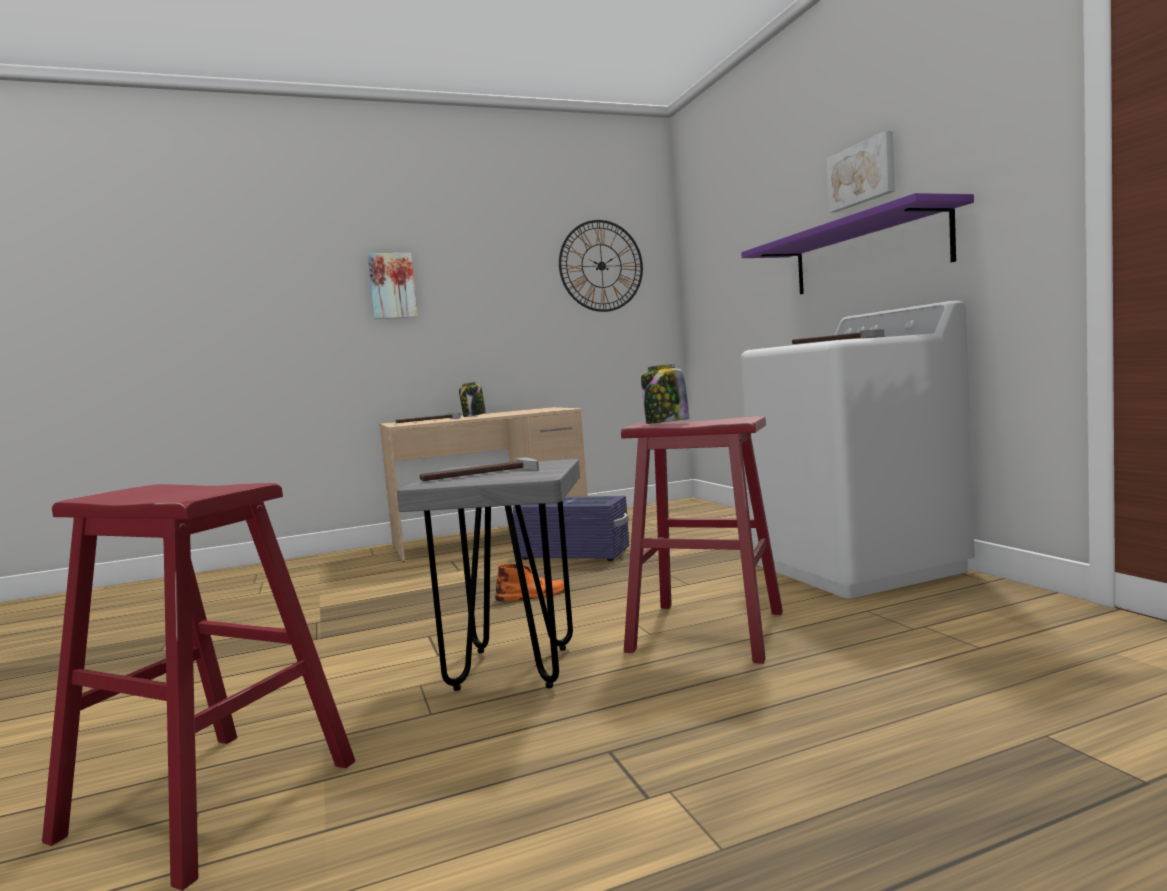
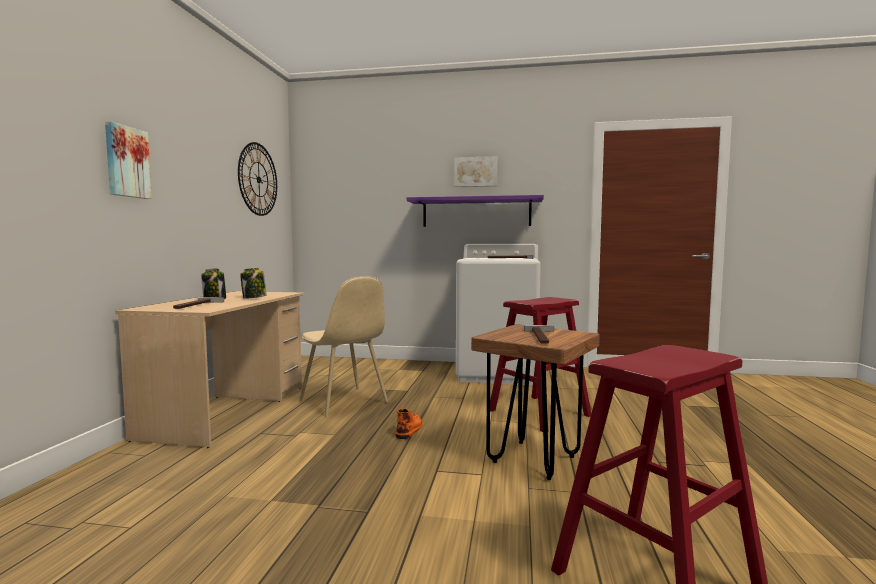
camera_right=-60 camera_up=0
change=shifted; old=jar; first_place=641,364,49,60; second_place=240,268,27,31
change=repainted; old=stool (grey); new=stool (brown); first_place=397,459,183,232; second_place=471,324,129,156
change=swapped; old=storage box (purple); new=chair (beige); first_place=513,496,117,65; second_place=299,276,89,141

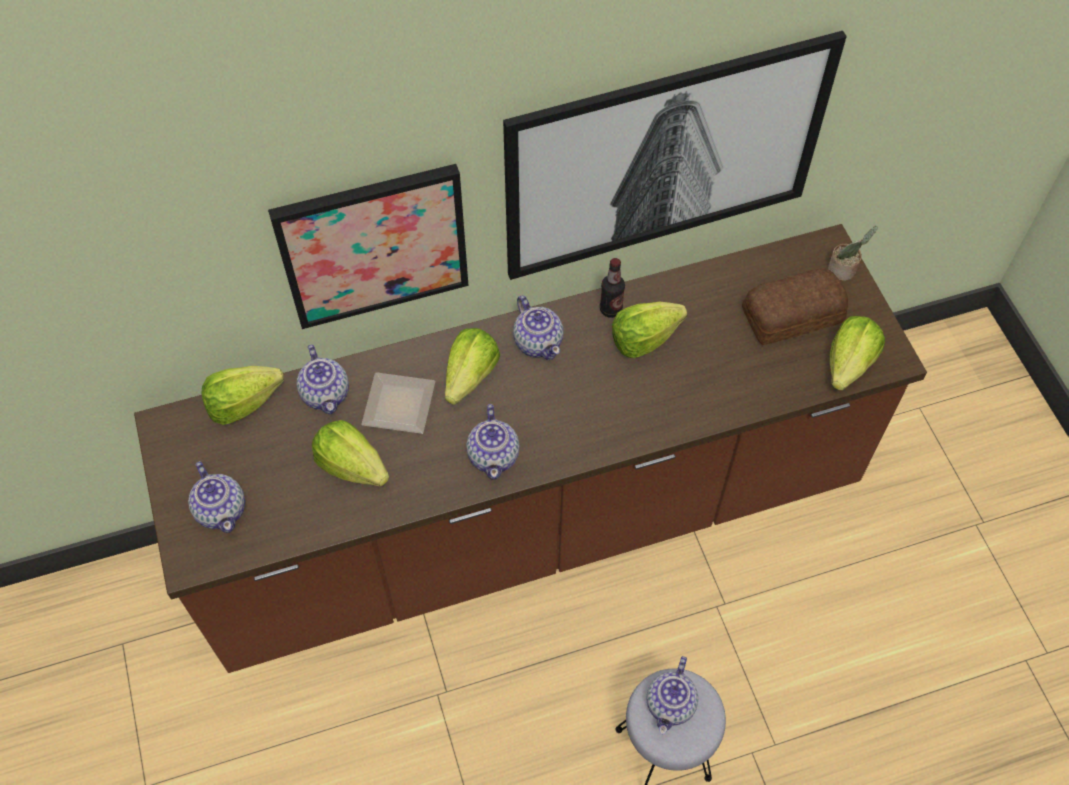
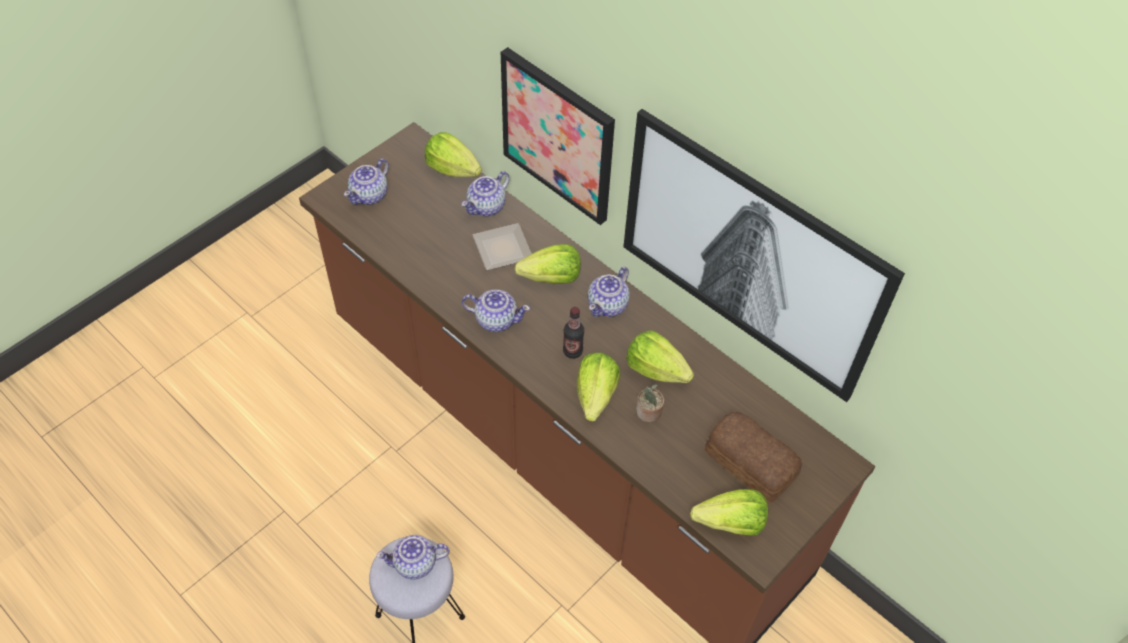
camera_right=60 camera_up=-5
change=shifted; old=potted plant; first_place=828,226,49,55; second_place=636,385,28,37
change=shifted; old=bottle; first_place=600,258,25,60; second_place=563,307,21,52
change=rotated; old=teapot; first_place=466,404,54,76; second_place=462,289,68,43; degrees=-135
change=shifted; old=lettuce; first_place=312,420,77,66; second_place=577,353,43,69

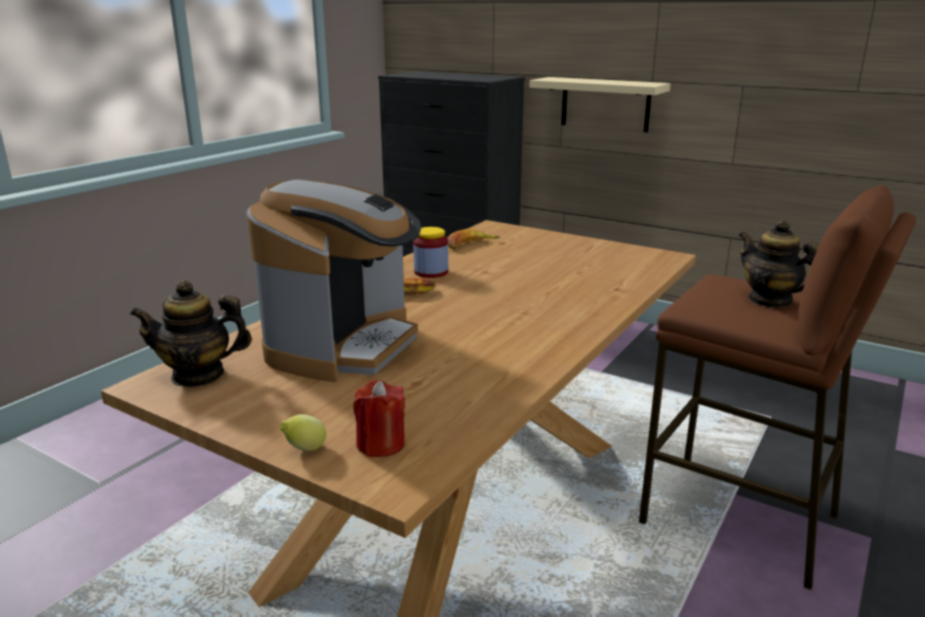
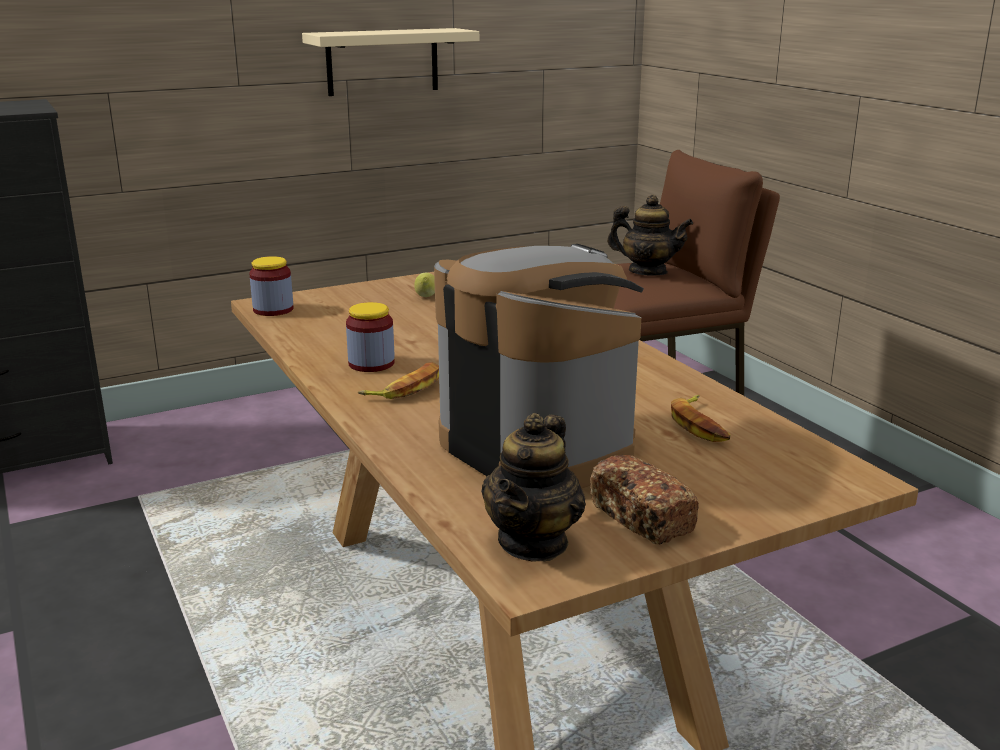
camera_right=-60 camera_up=0
change=shifted; old=shelf (beige); first_place=530,77,141,55; second_place=302,28,177,68
change=rotated; old=teapot; first_place=738,220,81,88; second_place=607,195,86,81; degrees=-150
change=shifted; old=banana; first_place=448,229,52,20; second_place=671,395,59,47
change=gone; old=candle (red); first_place=353,380,52,77
change=shifted; old=lemon; first_place=280,414,46,37; second_place=414,273,21,24
change=new; new=jar; second_place=249,256,45,60
change=new; new=bread; second_place=590,455,109,89

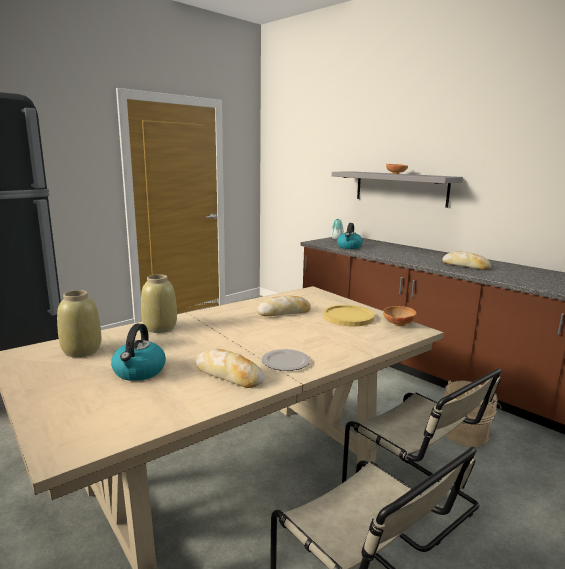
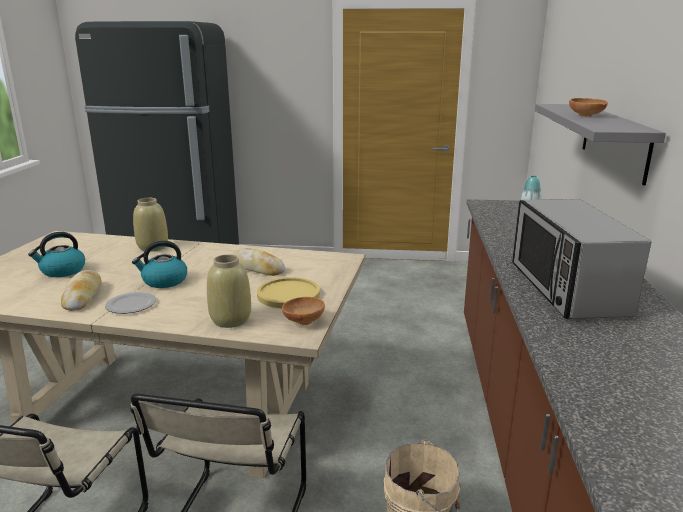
camera_right=50 camera_up=5
change=shifted; old=kettle; first_place=337,223,26,26; second_place=132,241,55,47
change=swapped; old=bread; new=microwave; first_place=442,252,49,18; second_place=512,199,139,120
change=shifted; old=vase (beige); first_place=57,290,44,67; second_place=207,254,44,74

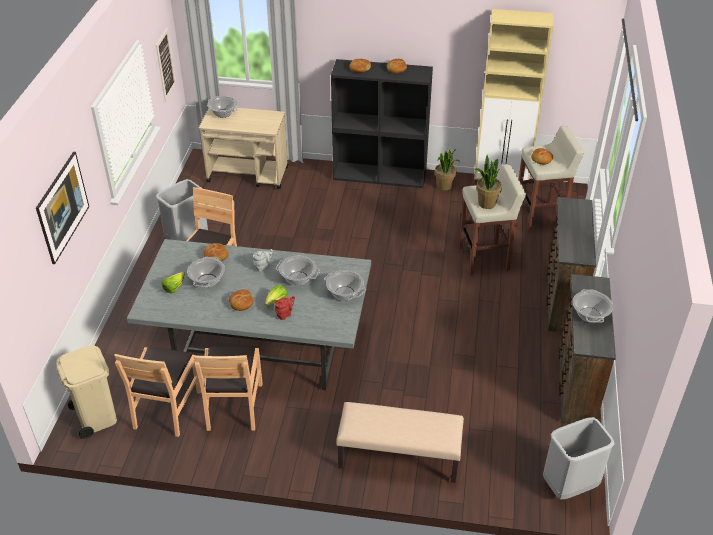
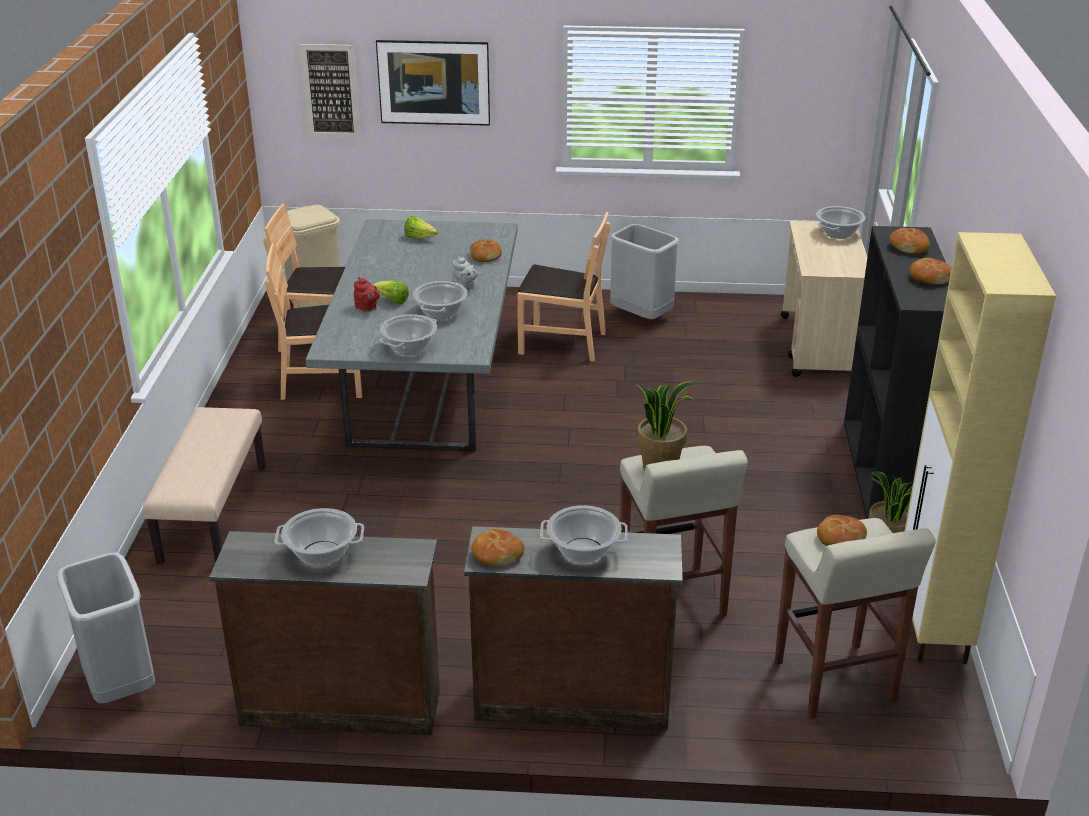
camera_right=85 camera_up=-10
change=shifted; old=picture; first_place=156,28,20,73; second_place=300,44,60,94
change=shifted; old=cooking pot; first_place=187,257,38,31; second_place=540,505,88,58
change=shifted; old=bread; first_place=229,289,25,22; second_place=472,529,52,37

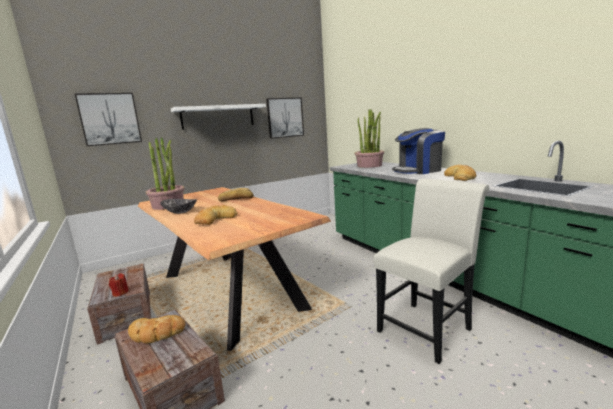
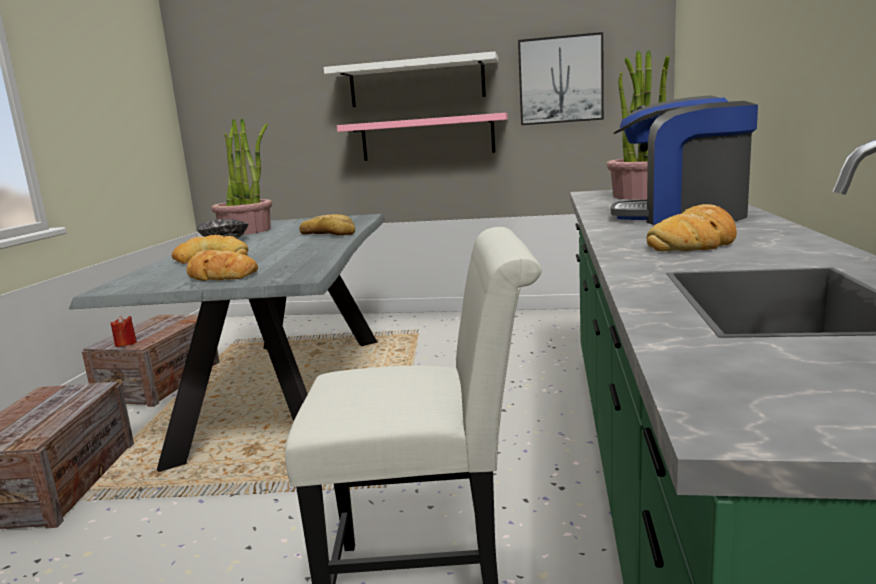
camera_right=40 camera_up=0
change=gone; old=picture; first_place=75,93,67,53
change=repainted; old=dining table (brown); new=dining table (grey); first_place=138,187,193,164; second_place=69,214,316,258
change=shifted; old=bread; first_place=128,315,57,28; second_place=187,250,71,31
change=new; new=shelf (pink); second_place=337,113,171,48

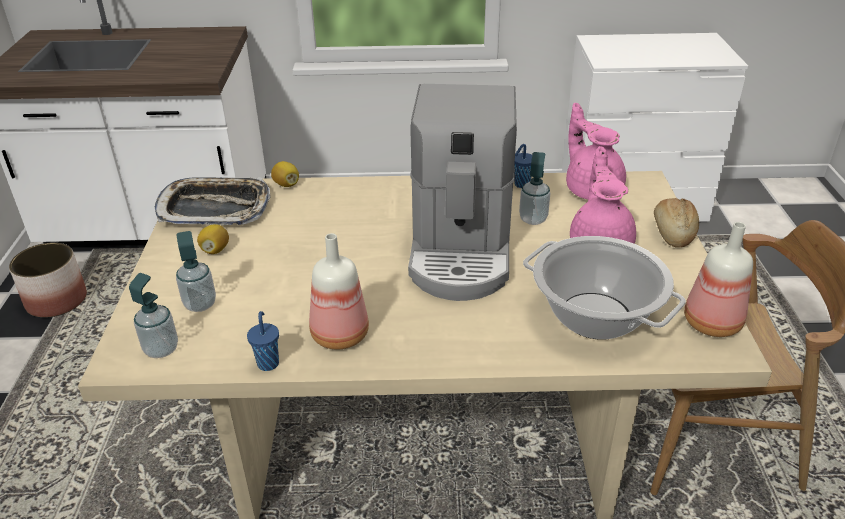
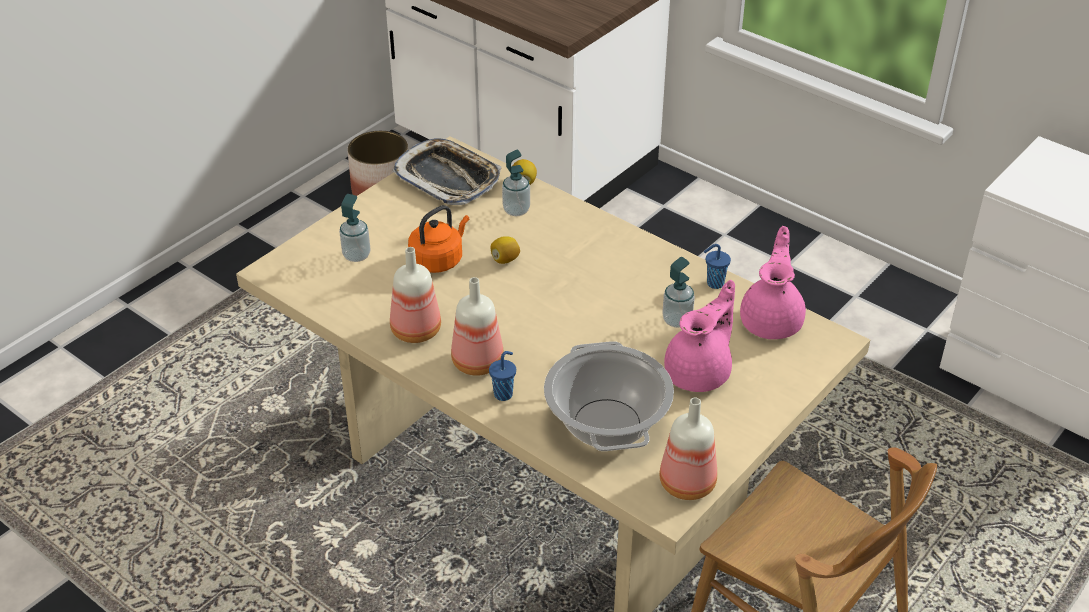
camera_right=40 camera_up=5
change=gone; old=coffee machine; first_place=408,84,109,217
change=gone; old=bread; first_place=654,198,45,50
change=shifted; old=lemon; first_place=197,224,32,30; second_place=490,236,30,28
change=shifted; old=soap dispenser; first_place=129,273,49,85; second_place=502,149,28,67
change=shifted; old=cup (blue); first_place=247,311,32,60; second_place=489,351,27,50
change=new; new=kettle (orange); second_place=408,205,61,68
change=new; new=bottle; second_place=451,277,53,99

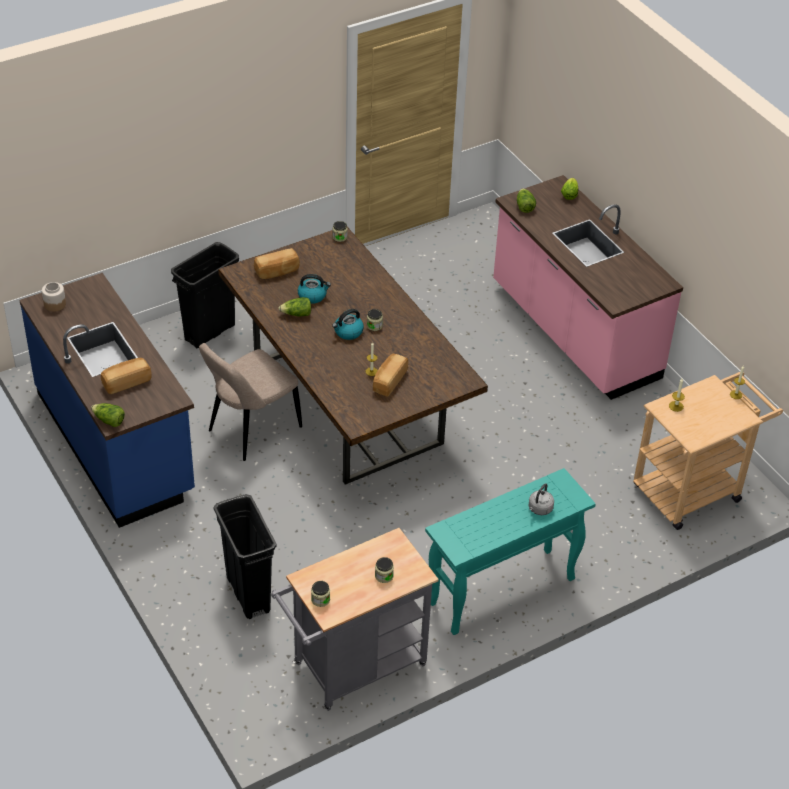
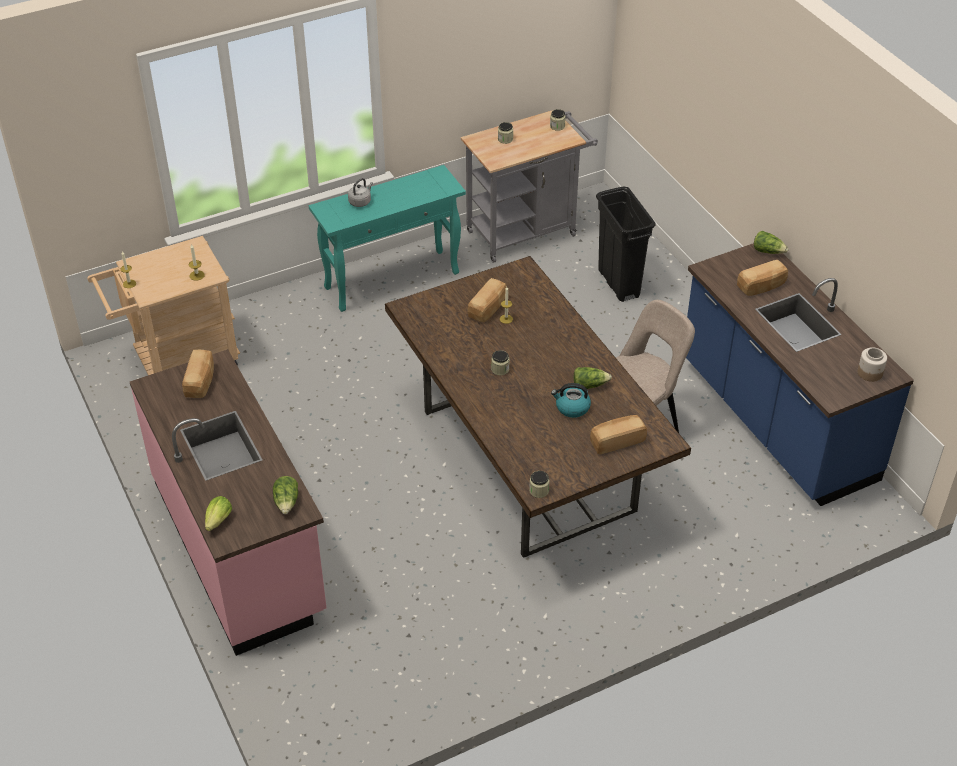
camera_right=-175 camera_up=0
change=gone; old=trash can (black); first_place=171,242,68,106
change=gone; old=kettle; first_place=332,309,32,31
change=new; new=bread; second_place=182,350,32,48

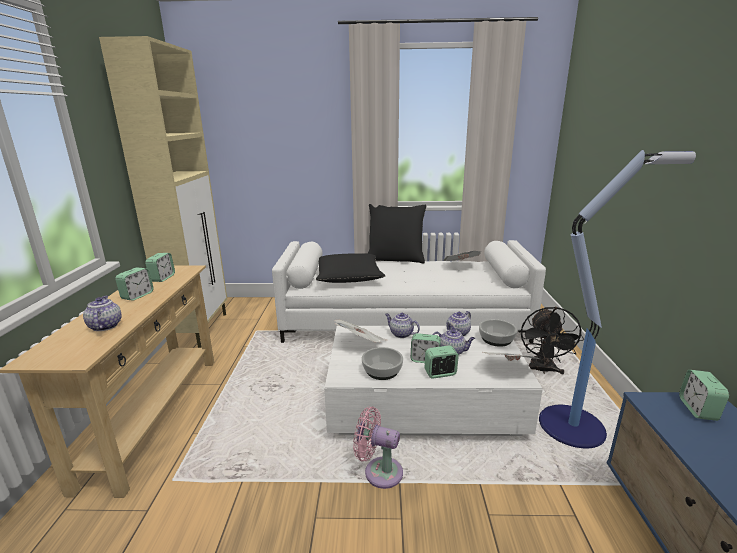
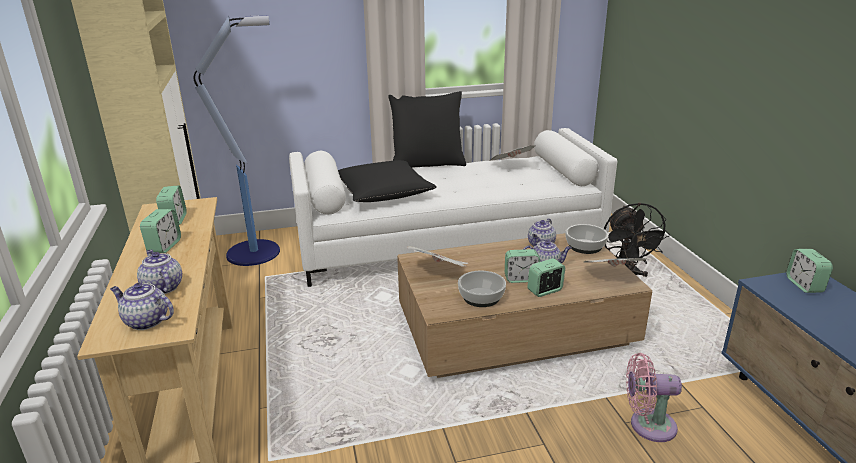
camera_right=-15 camera_up=5
change=shifted; old=floor lamp; first_place=539,150,157,298; second_place=193,15,87,251
change=shifted; old=teapot; first_place=385,313,35,25; second_place=110,283,64,47
change=repainted; old=coffee table (white); new=coffee table (brown); first_place=324,326,219,110; second_place=397,233,255,145
change=shifted; old=fan (pink); first_place=353,406,50,83; second_place=626,353,56,89

